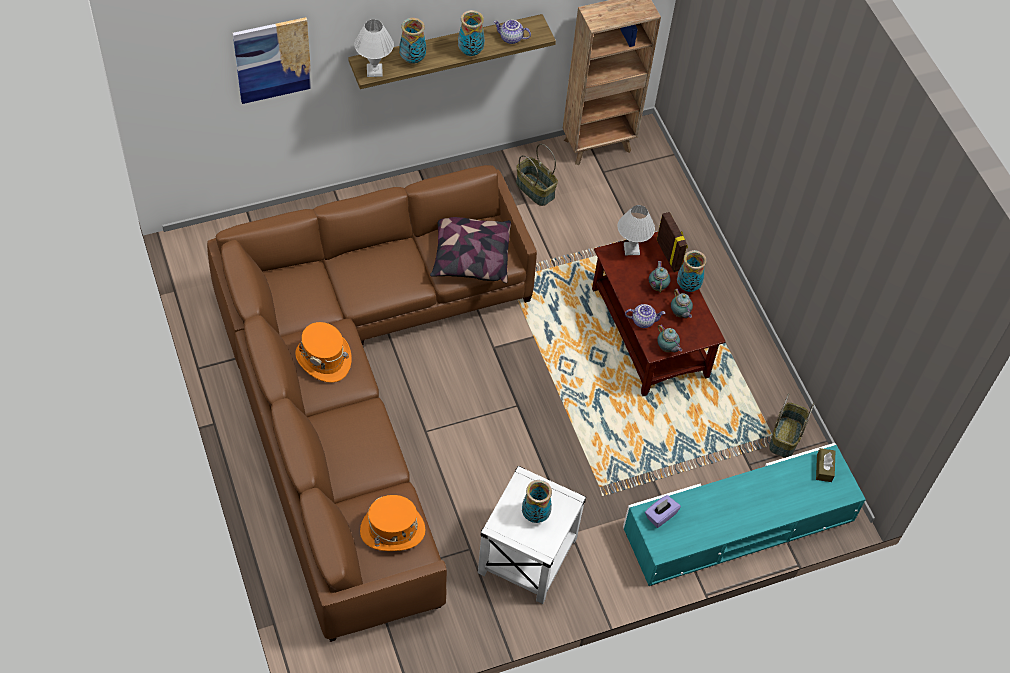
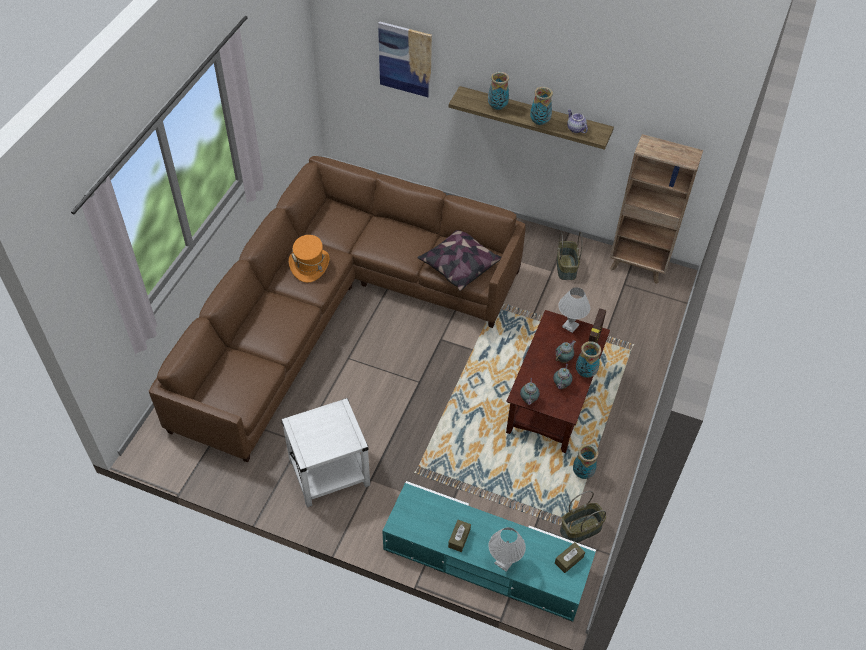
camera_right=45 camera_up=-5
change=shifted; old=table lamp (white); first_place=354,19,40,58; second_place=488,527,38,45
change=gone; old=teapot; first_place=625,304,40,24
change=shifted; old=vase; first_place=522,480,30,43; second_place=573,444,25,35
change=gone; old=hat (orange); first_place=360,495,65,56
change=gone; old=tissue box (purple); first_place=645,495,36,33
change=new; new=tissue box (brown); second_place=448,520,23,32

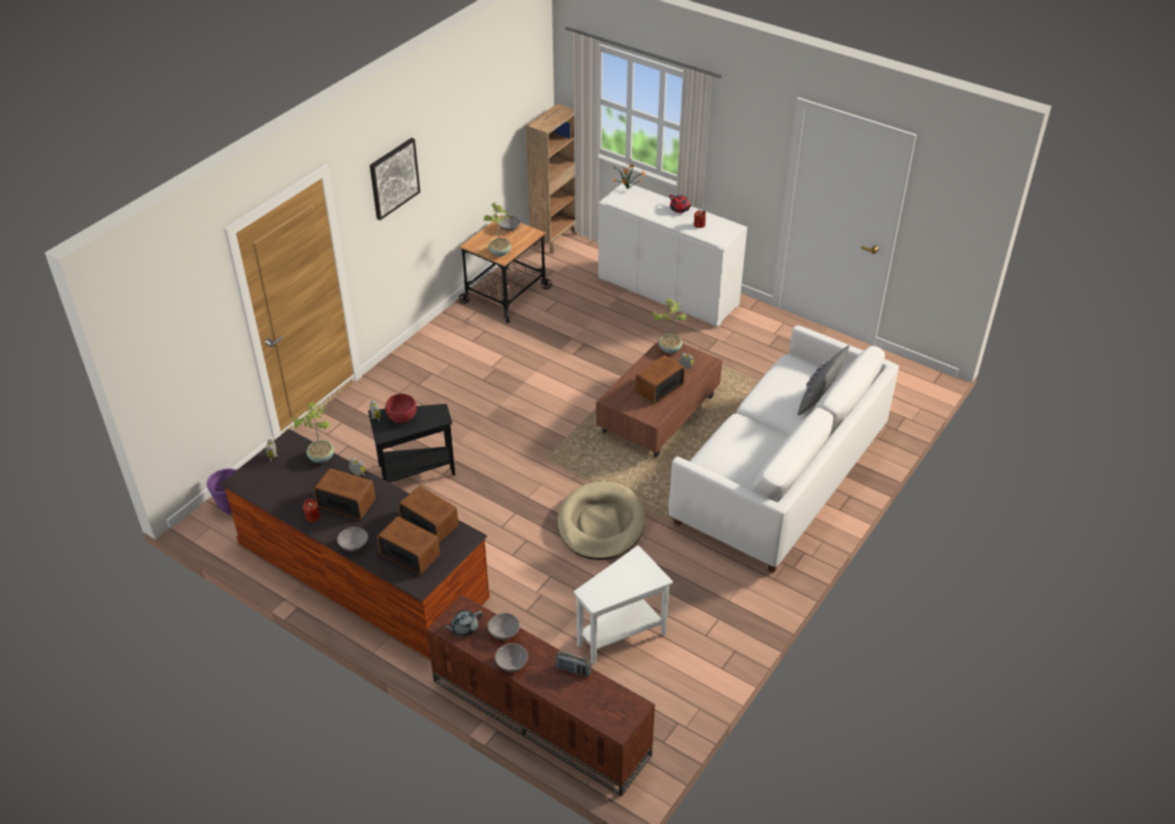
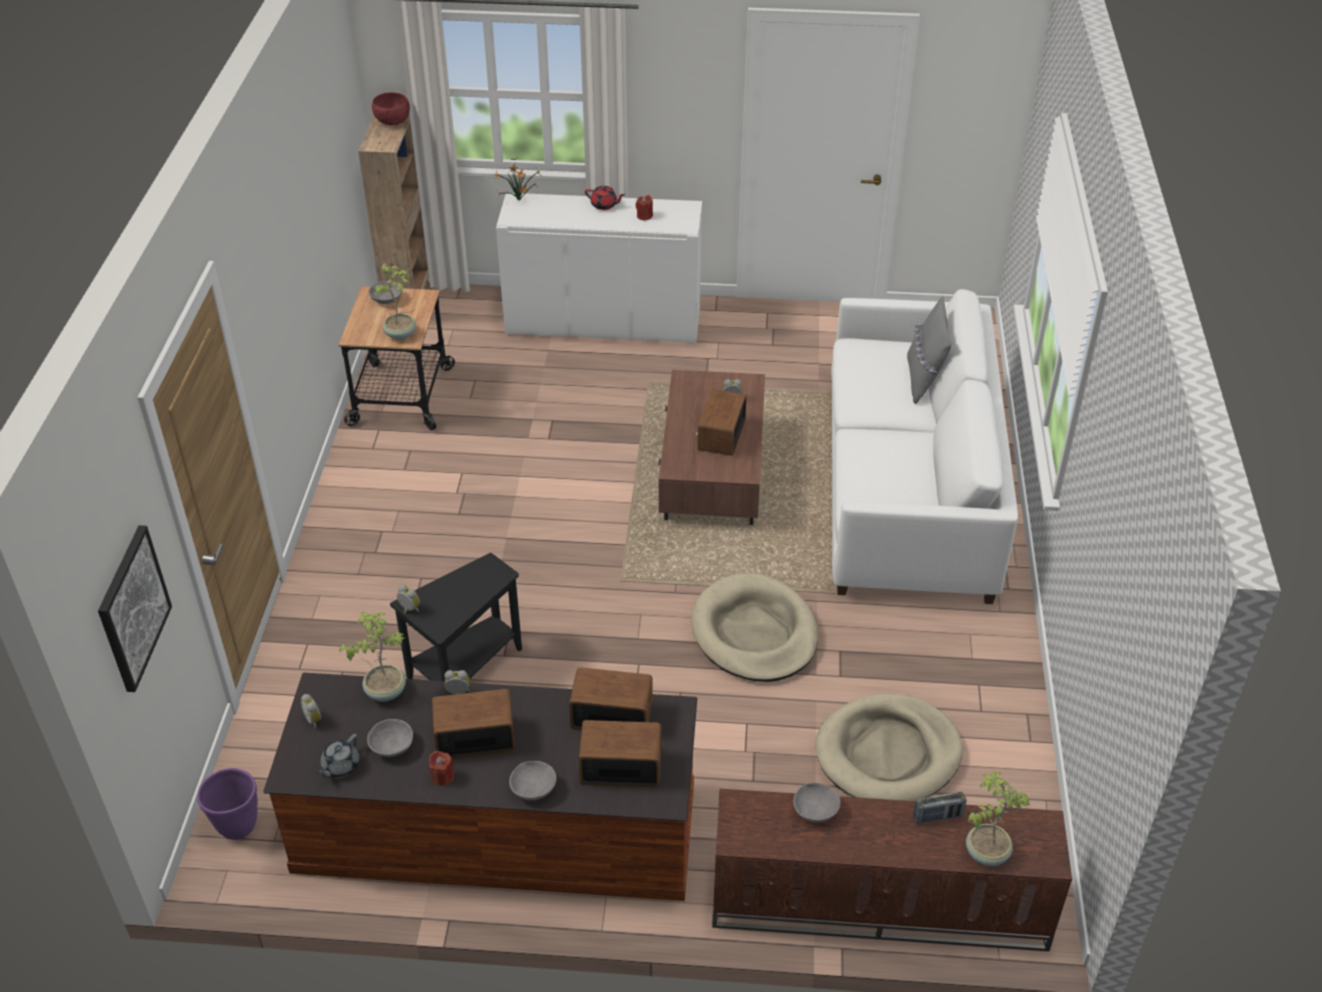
camera_right=-30 camera_up=0
change=shifted; old=picture; first_place=370,138,50,82; second_place=98,525,74,167
change=shifted; old=potted plant; first_place=651,298,37,56; second_place=966,771,64,95
change=shifted; old=bowl (red); first_place=385,394,32,29; second_place=372,92,38,33
change=swapped; old=side table (white); new=dog bed (beige); first_place=574,545,99,119; second_place=815,693,148,108
change=shifted; old=teapot (grey); first_place=444,610,39,26; second_place=317,734,43,44
change=shifted; old=bowl (grey); first_place=495,644,33,28; second_place=367,719,46,38

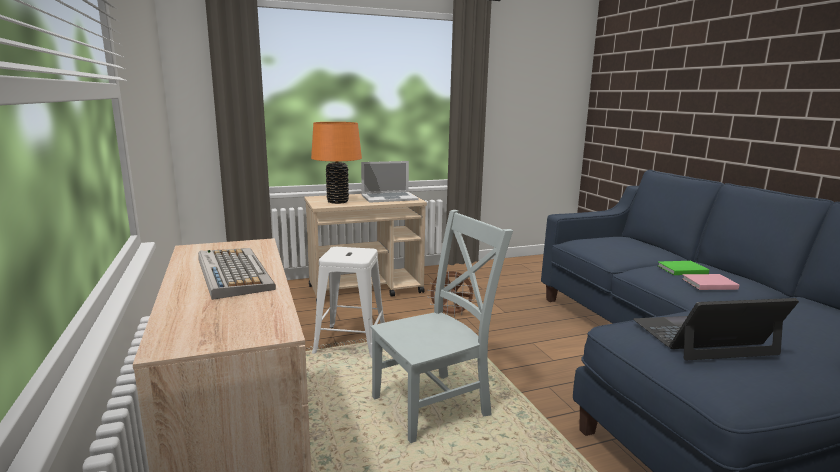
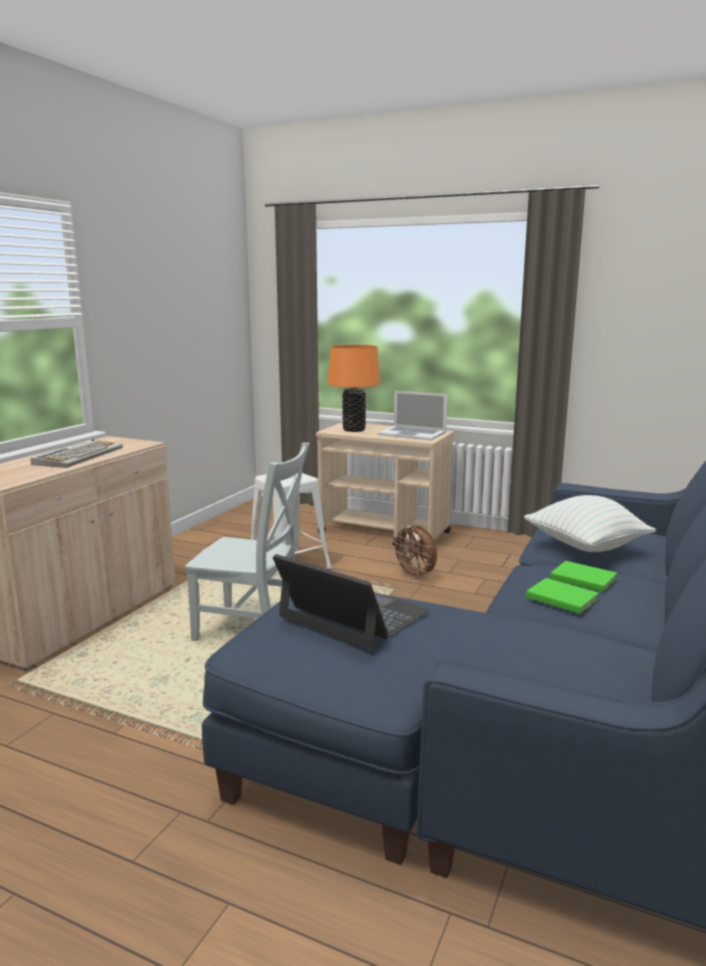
camera_right=45 camera_up=0
change=repainted; old=book (pink); new=book (green); first_place=683,274,56,16; second_place=526,578,73,36
change=new; new=pillow; second_place=524,495,132,57

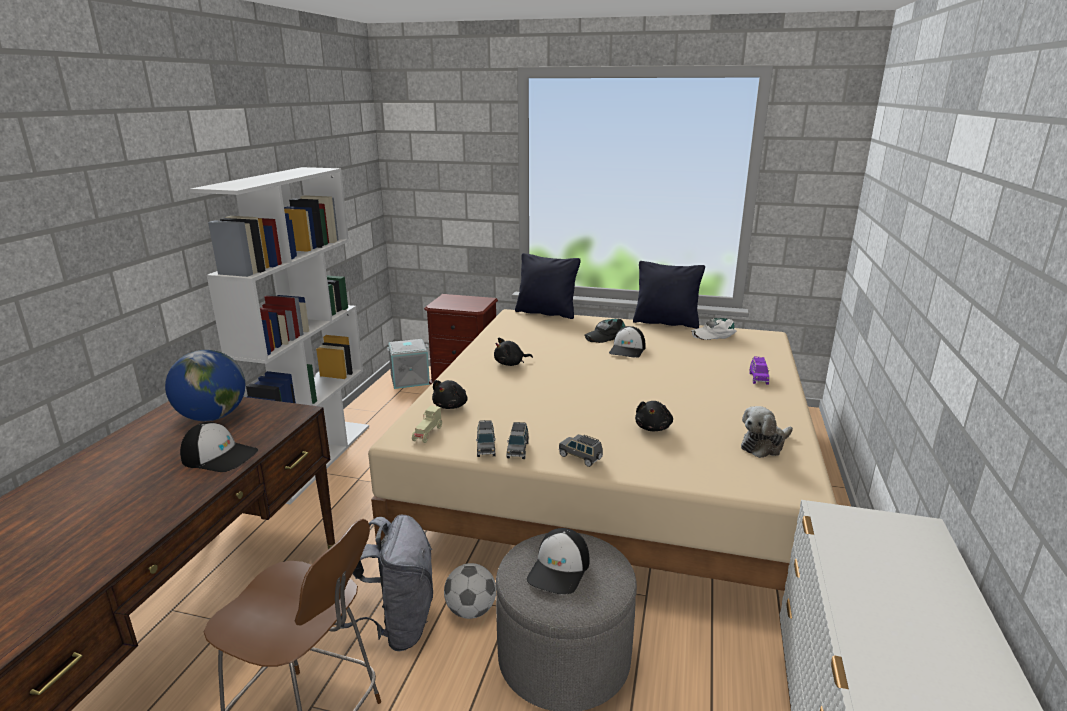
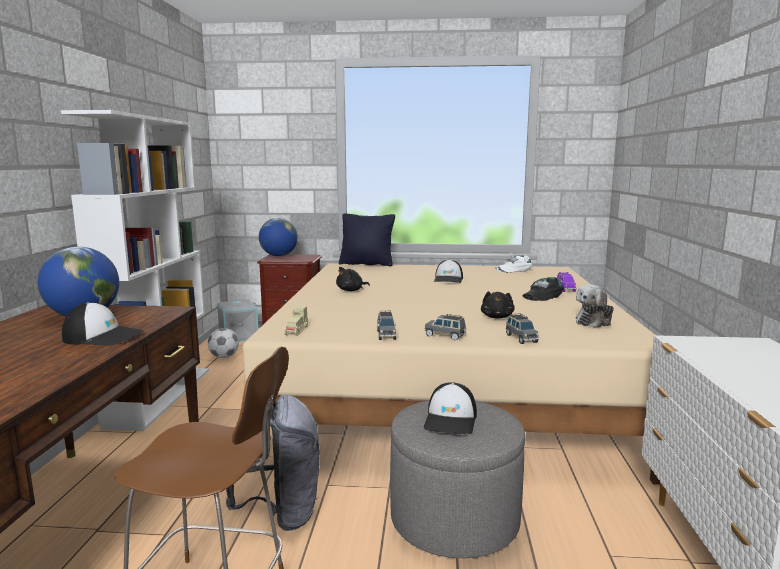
camera_right=-10 camera_up=-10
change=gone; old=pillow (black); first_place=633,261,72,68
change=shifted; old=cap (black); first_place=584,319,42,24; second_place=522,277,42,24
change=gone; old=plush toy (black); first_place=432,380,36,29
change=shifted; old=toy car (grey); first_place=476,420,20,37; second_place=506,313,33,31
change=shifted; old=football; first_place=444,563,52,56; second_place=208,328,31,30
change=new; new=globe; second_place=259,218,39,38

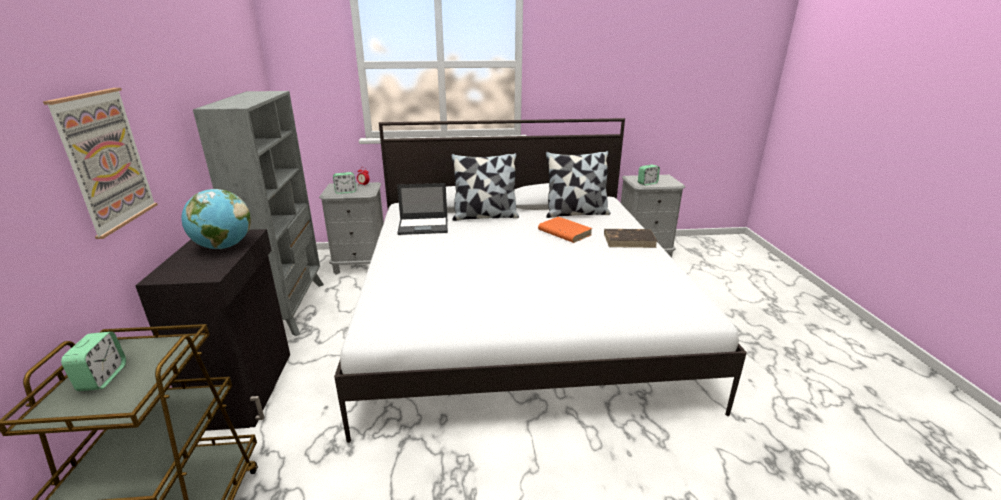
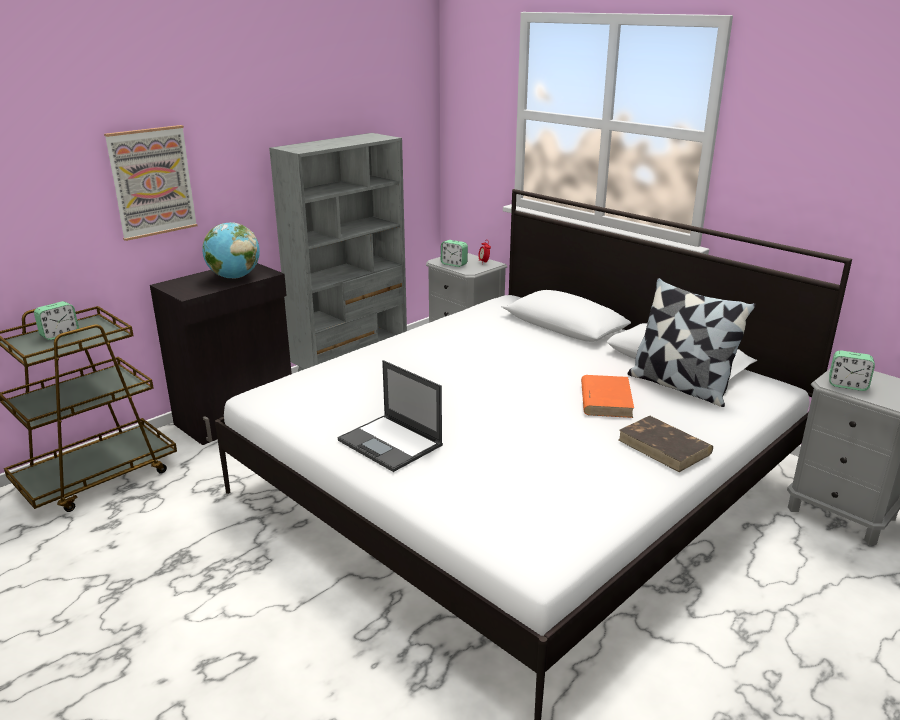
camera_right=50 camera_up=0
change=gone; old=pillow; first_place=451,153,68,68
change=shifted; old=laptop; first_place=397,183,51,52; second_place=338,360,105,112

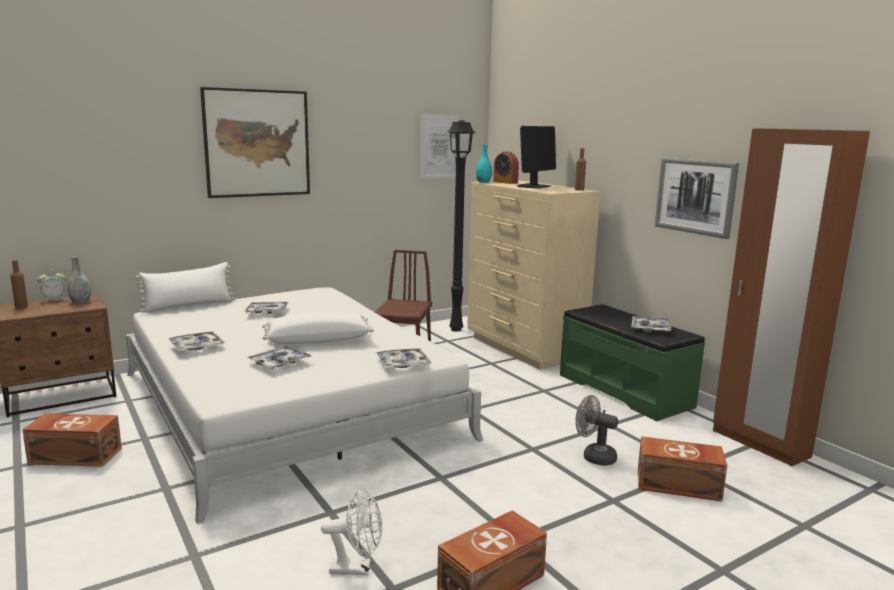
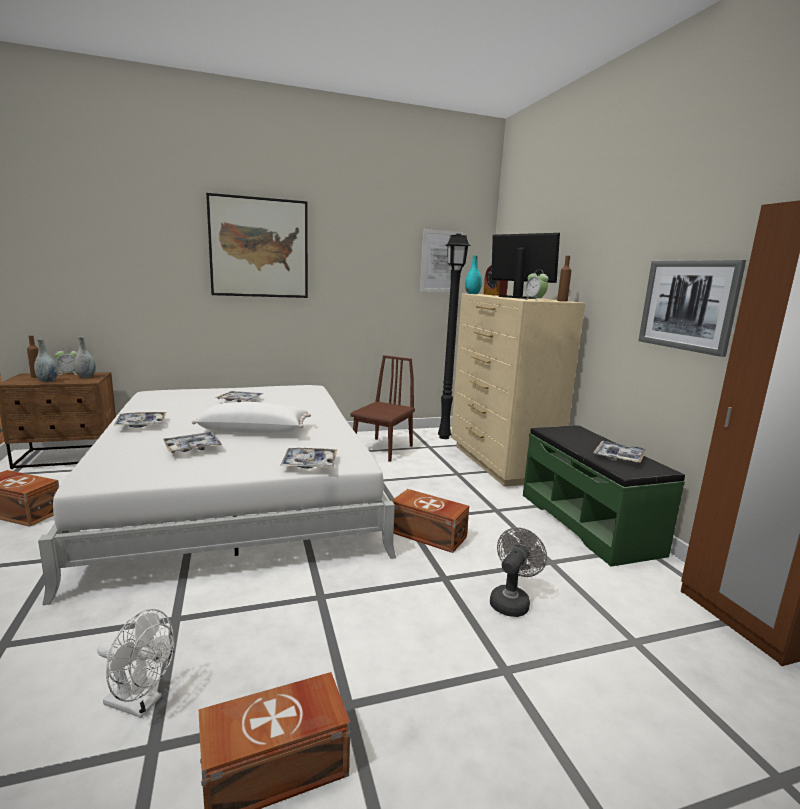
camera_right=15 camera_up=0
change=rotated; old=monitor; first_place=518,126,38,63; second_place=491,233,69,66; degrees=-90
change=gone; old=pillow (white); first_place=136,262,99,51
change=rotated; old=fan (grey); first_place=575,395,43,71; second_place=490,527,57,90; degrees=75
change=shifted; old=storage box (brown); first_place=638,436,89,65; second_place=391,489,78,64
change=new; new=alarm clock; second_place=524,271,24,30
change=new; new=vase (grey); second_place=34,339,24,43

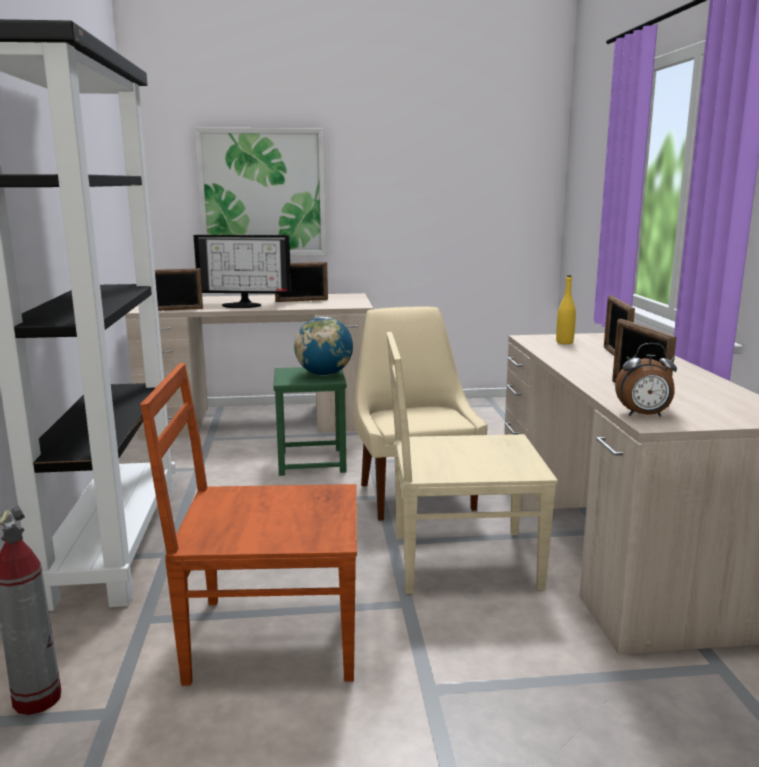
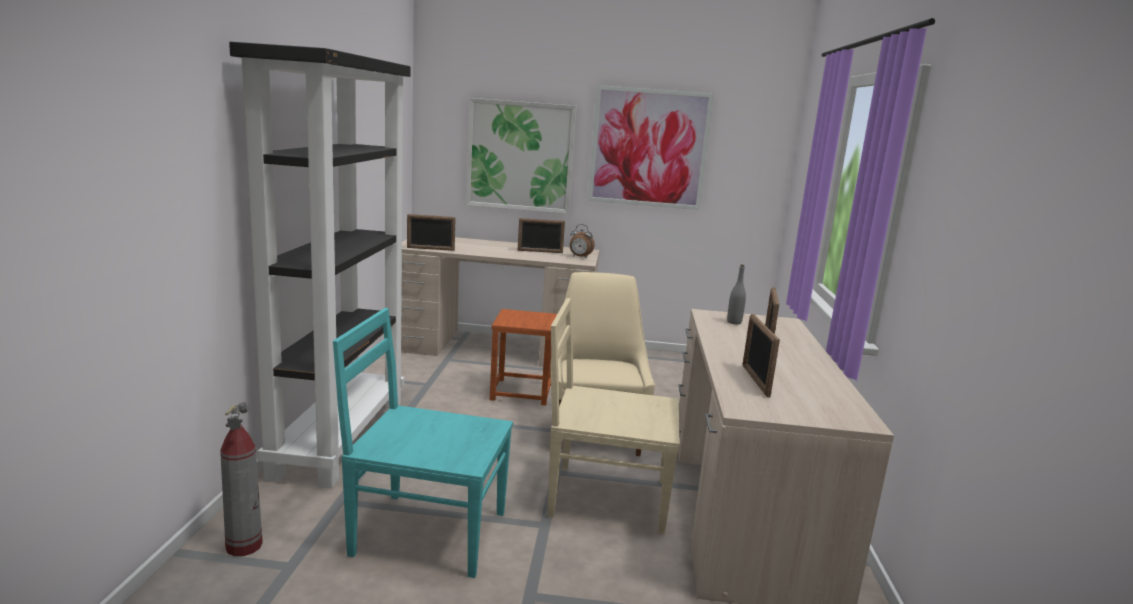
camera_right=10 camera_up=0
change=gone; old=monitor; first_place=194,235,97,73
change=repainted; old=bottle (yellow); new=bottle (grey); first_place=556,275,20,69; second_place=727,264,19,60
change=gone; old=globe; first_place=294,317,59,59
change=shifted; old=alarm clock; first_place=615,343,62,74; second_place=570,224,25,33
change=repainted; old=chair (brown); new=chair (turquoise); first_place=140,363,217,323; second_place=333,308,180,270
change=repainted; old=stool (green); new=stool (brown); first_place=274,367,73,109; second_place=490,309,67,97
change=new; new=picture; second_place=588,85,126,125

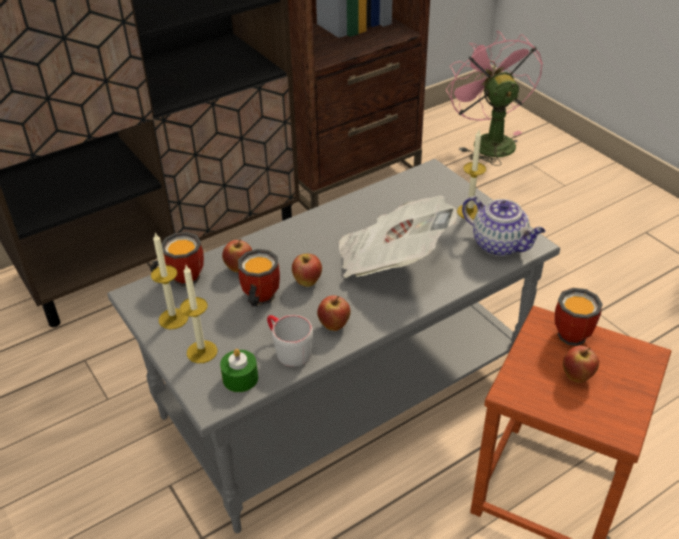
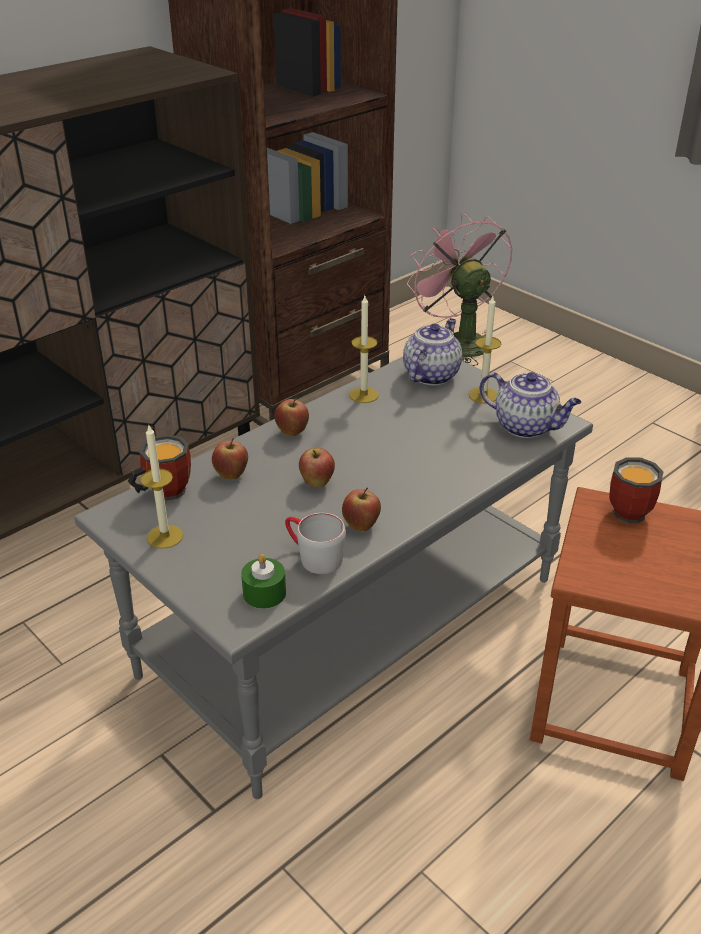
camera_right=-10 camera_up=-5
change=gone; old=newspaper; first_place=339,196,118,82
change=gone; old=mug; first_place=238,249,42,58
change=shifted; old=candle; first_place=180,265,38,98; second_place=349,296,30,107
change=shifted; old=apple; first_place=563,346,36,37; second_place=274,397,35,39
change=new; new=teapot; second_place=403,318,59,67

